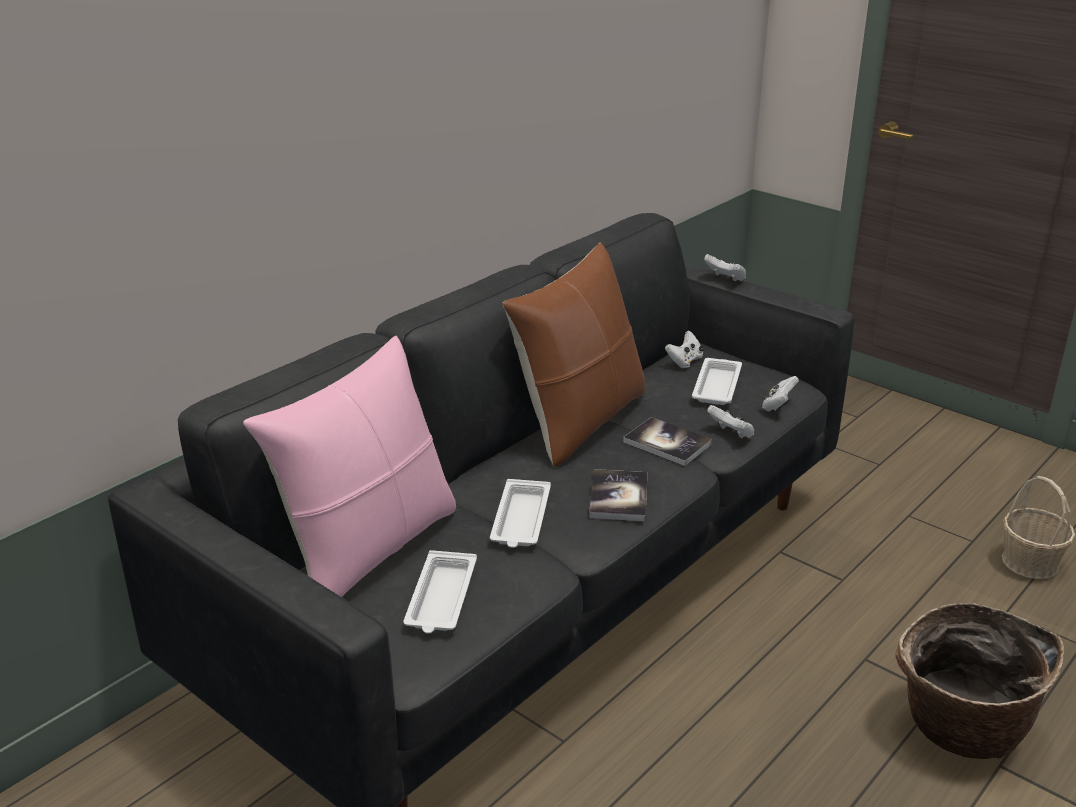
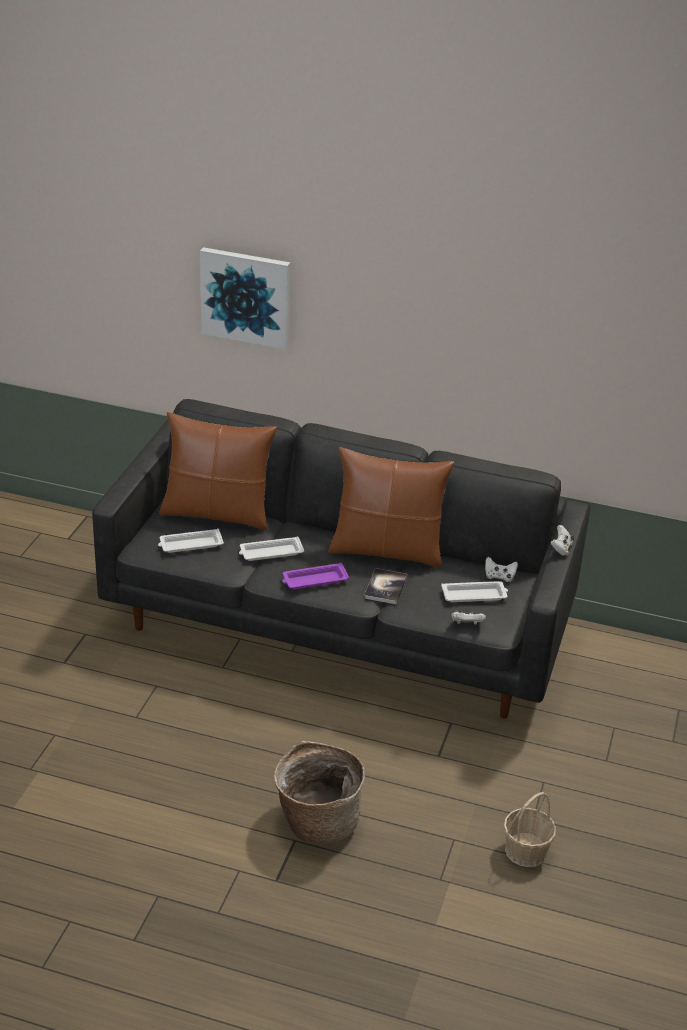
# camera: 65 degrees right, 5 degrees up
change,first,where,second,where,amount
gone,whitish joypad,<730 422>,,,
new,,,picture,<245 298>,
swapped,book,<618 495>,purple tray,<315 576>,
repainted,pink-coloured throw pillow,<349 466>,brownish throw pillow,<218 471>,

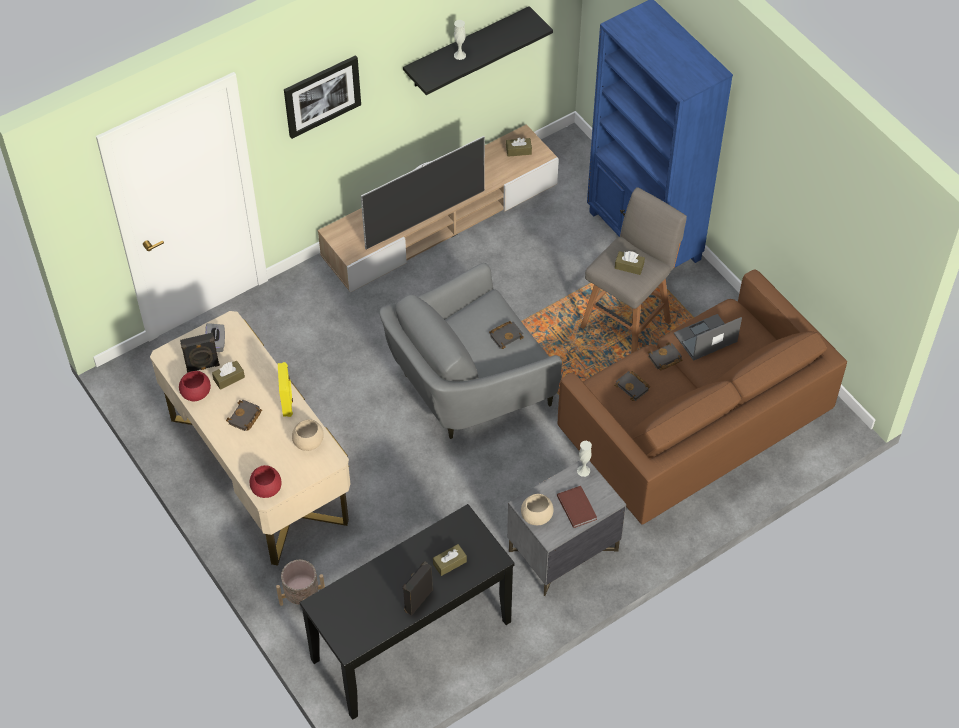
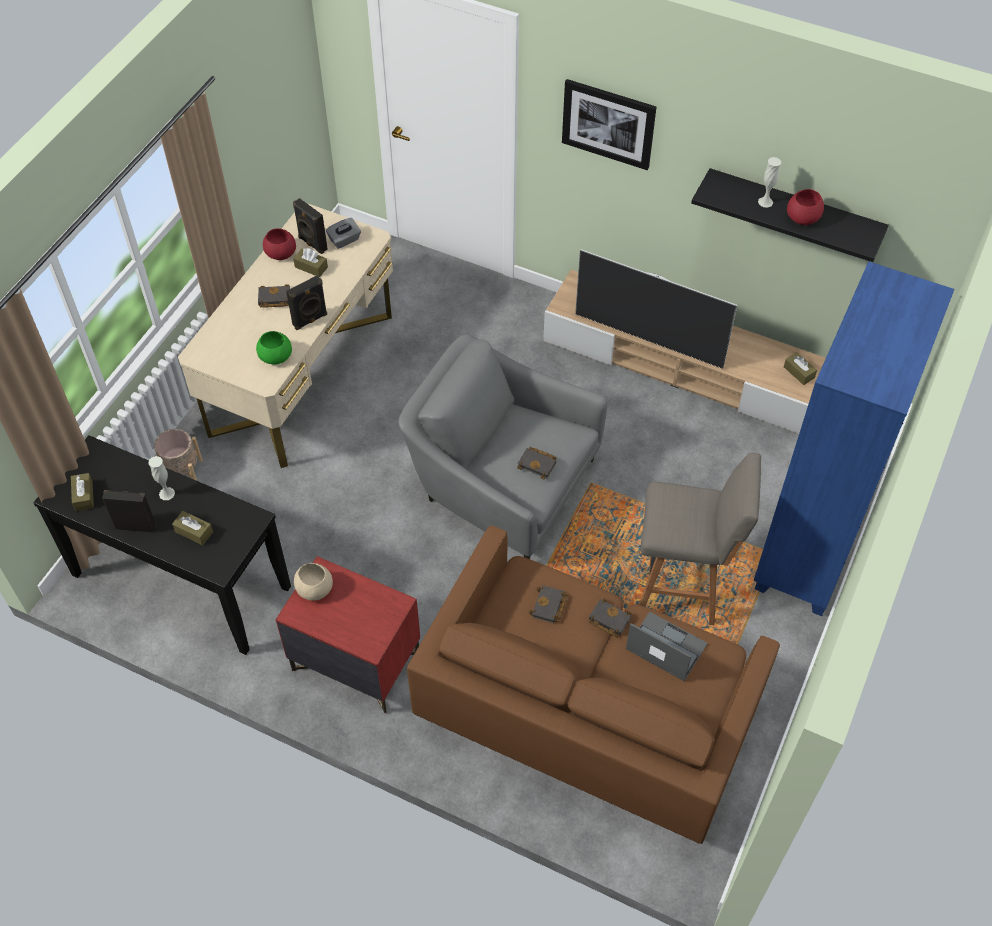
# camera: 60 degrees right, 0 degrees up
change,first,where,second,where,amount
gone,brownish book,<577 507>,,,
shifted,reddish bowl,<266 481>,,<805 207>,
shifted,whitish flower vase,<584 459>,,<161 478>,
shifted,brownish tissue box,<630 263>,,<82 492>,
repainted,yellow audio speaker,<285 389>,black-coloured audio speaker,<306 303>,
repainted,sand-coloured bowl,<308 435>,green bowl,<274 348>,
repainted,greyish night table,<566 528>,reddish night table,<347 634>,

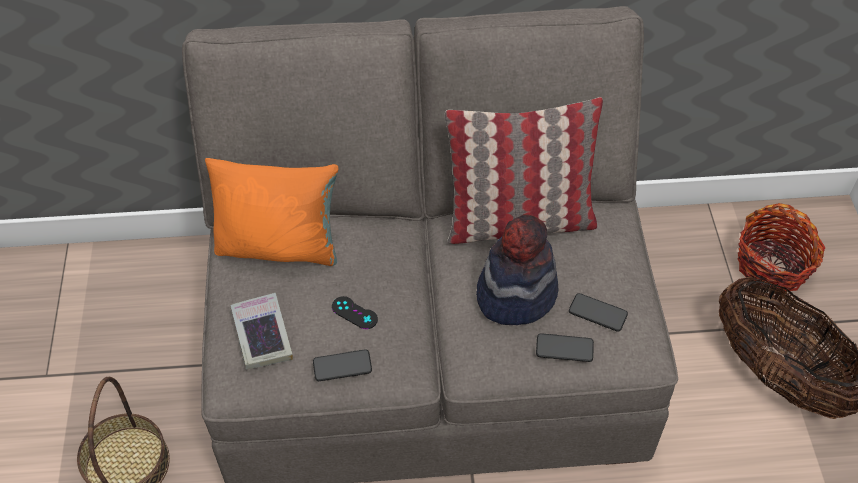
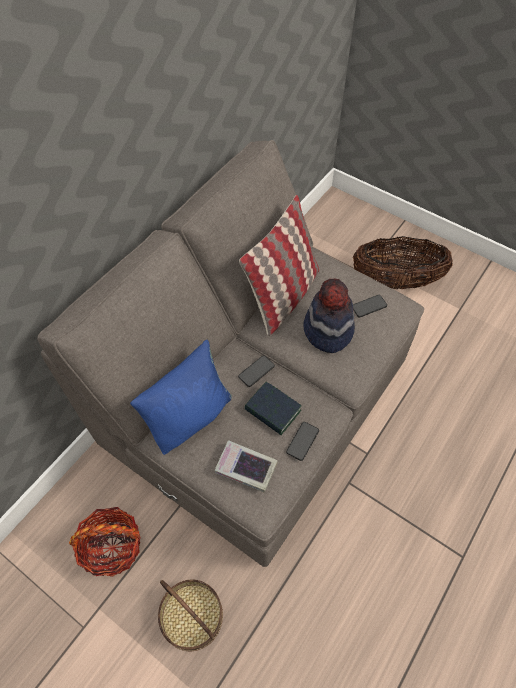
# camera: 50 degrees left, 5 degrees up
change,first,where,second,where,amount
shifted,handset,<565 347>,,<256 371>,
shifted,storage basket,<782 248>,,<105 542>,
swapped,black-coloured joypad,<355 312>,book,<273 408>,
repainted,orange throw pillow,<271 212>,blue-coloured throw pillow,<181 397>,

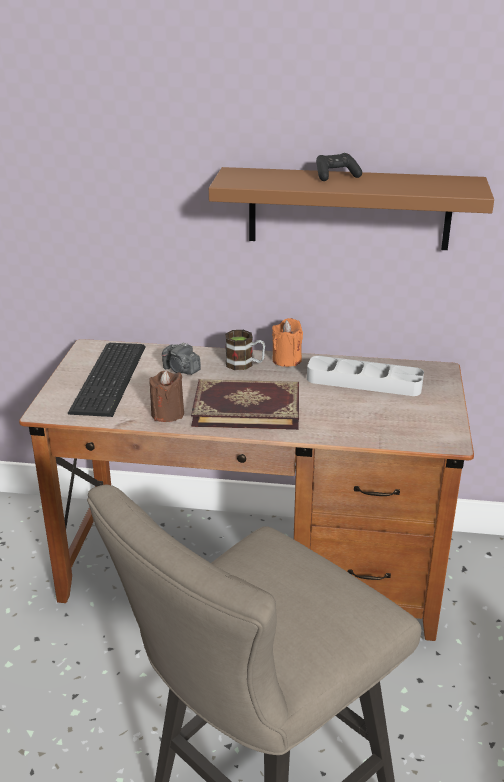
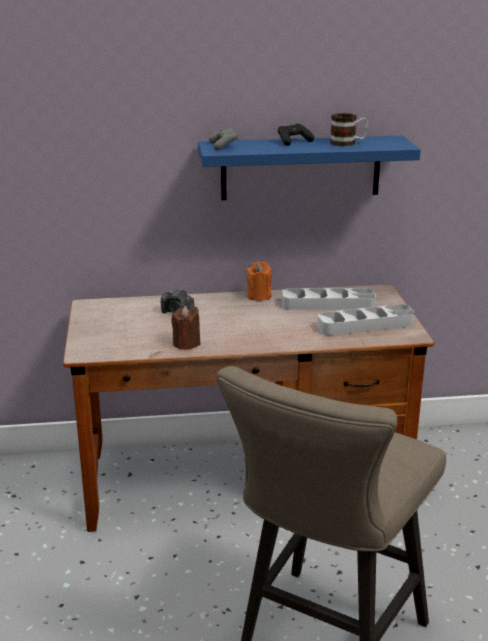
# camera: 15 degrees left, 5 degrees down
change,first,where,second,where,amount
gone,computer keyboard,<107 380>,,,
gone,book,<245 404>,,,
new,,,greyish joypad,<223 139>,
new,,,greyish tray,<366 319>,
shifted,tea mug,<245 350>,,<349 129>,
repainted,brownish wall shelf,<351 208>,blue-coloured wall shelf,<309 168>,

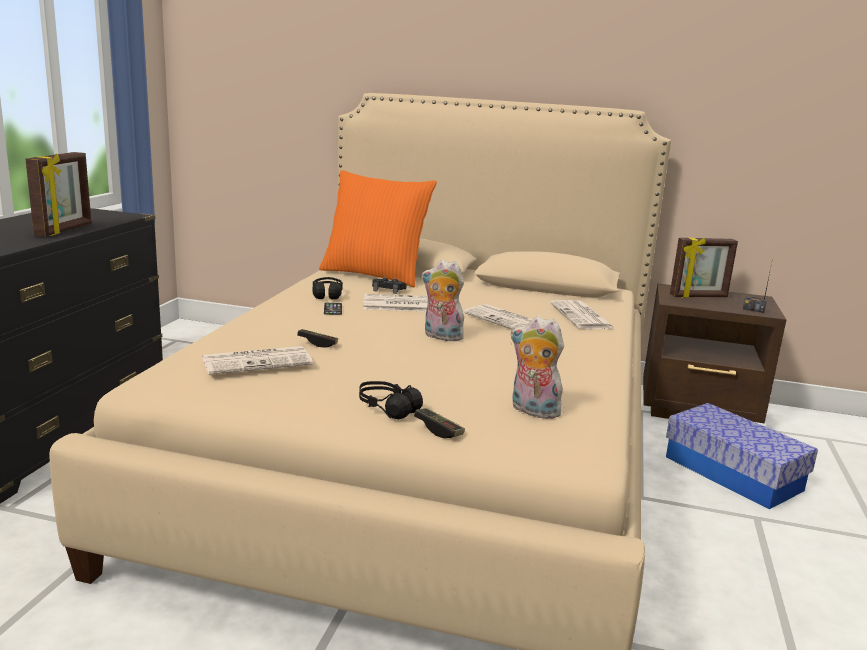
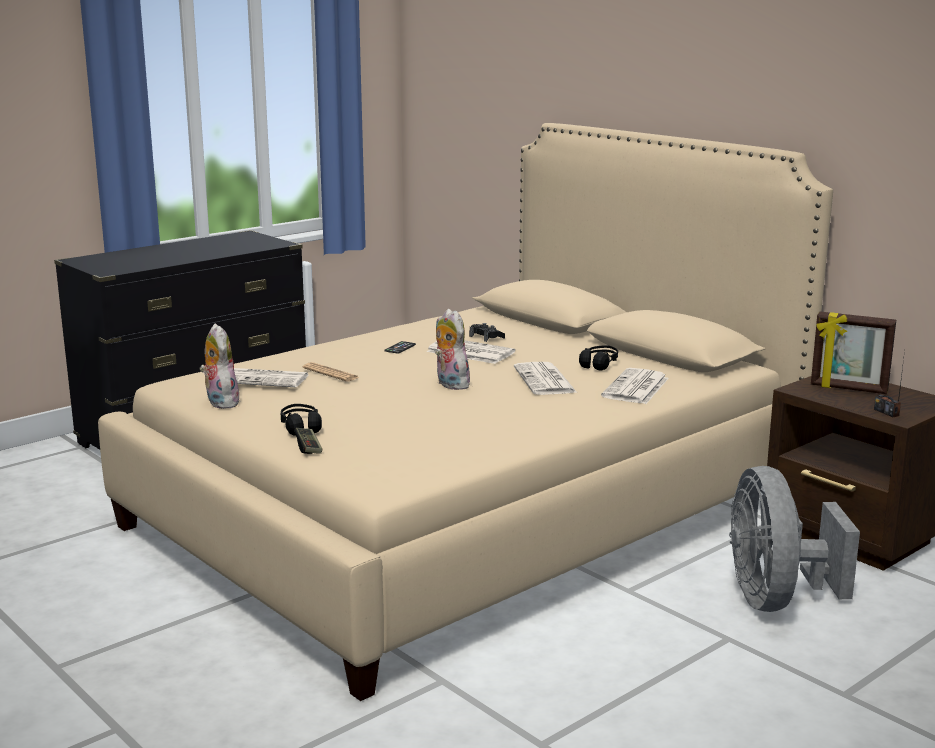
# camera: 35 degrees right, 0 degrees up
change,first,where,second,where,amount
gone,picture frame,<58 194>,,,
gone,orange throw pillow,<378 228>,,,
shifted,black-coloured headset,<327 288>,,<598 357>,
shifted,soft toy,<538 367>,,<219 366>,
swapped,joypad,<317 338>,printed paper,<331 372>,
swapped,storage bin,<742 456>,greyish cooling fan,<794 539>,

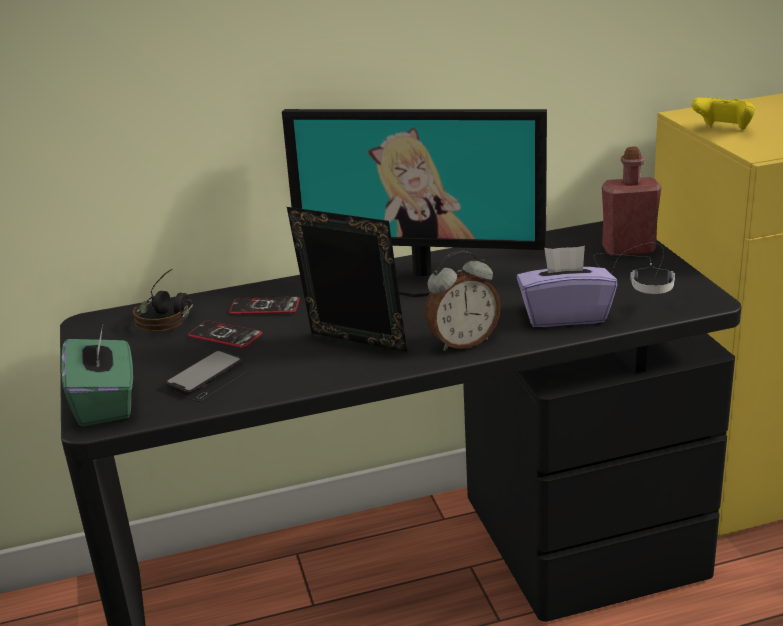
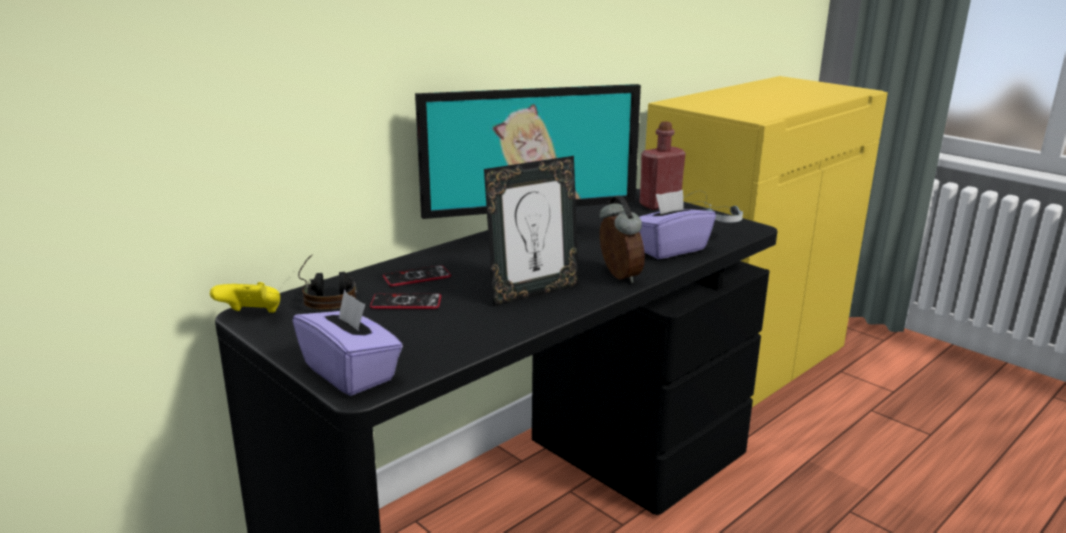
# camera: 30 degrees left, 5 degrees down
change,first,where,second,where,amount
gone,handset,<208 376>,,,
shifted,yellow joypad,<723 113>,,<245 297>,
repainted,green tissue box,<97 376>,purple tissue box,<348 343>,
rotated,picture frame,<347 279>,,<531 231>,150 degrees clockwise
rotated,table clock,<463 301>,,<622 239>,60 degrees counterclockwise

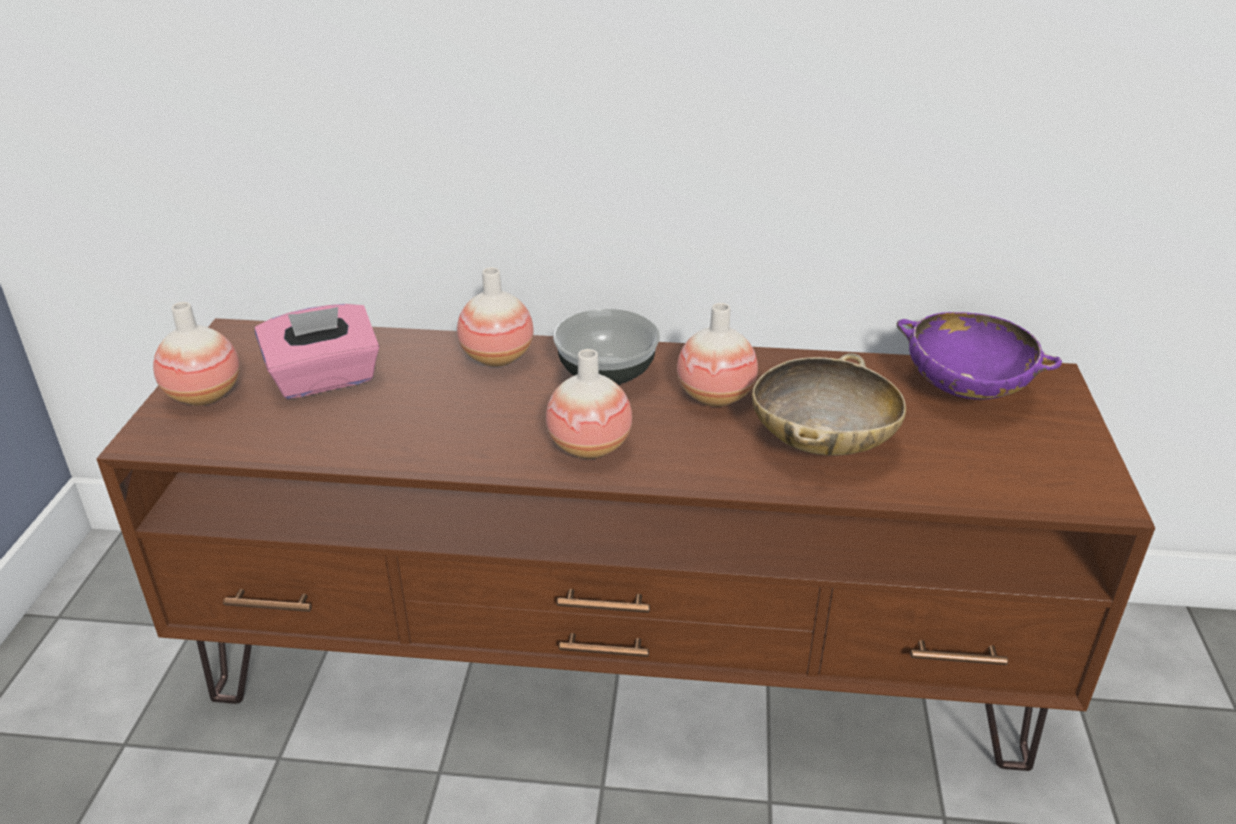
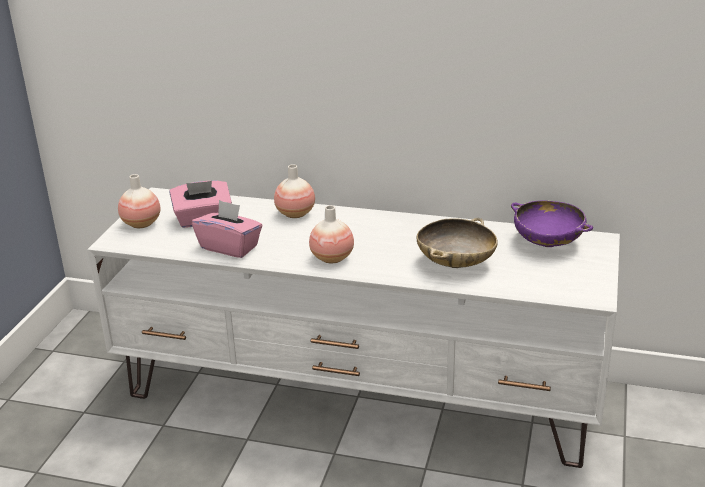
# camera: 10 degrees right, 5 degrees down
change,first,where,second,where,amount
gone,bowl,<606 347>,,,
gone,flower vase,<717 355>,,,
new,,,pink-coloured tissue box,<227 229>,
repainted,brownish media console,<625 544>,whitish media console,<353 328>,

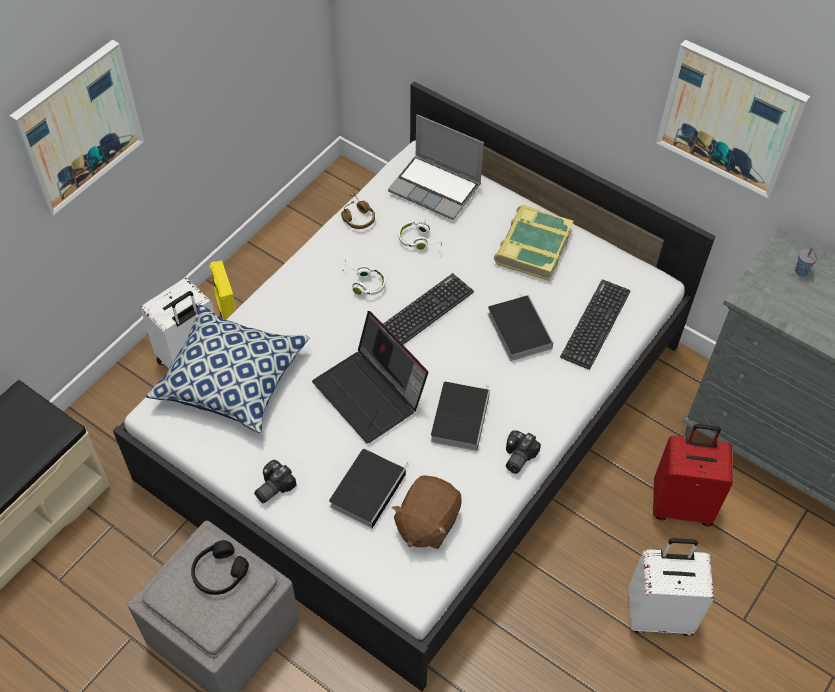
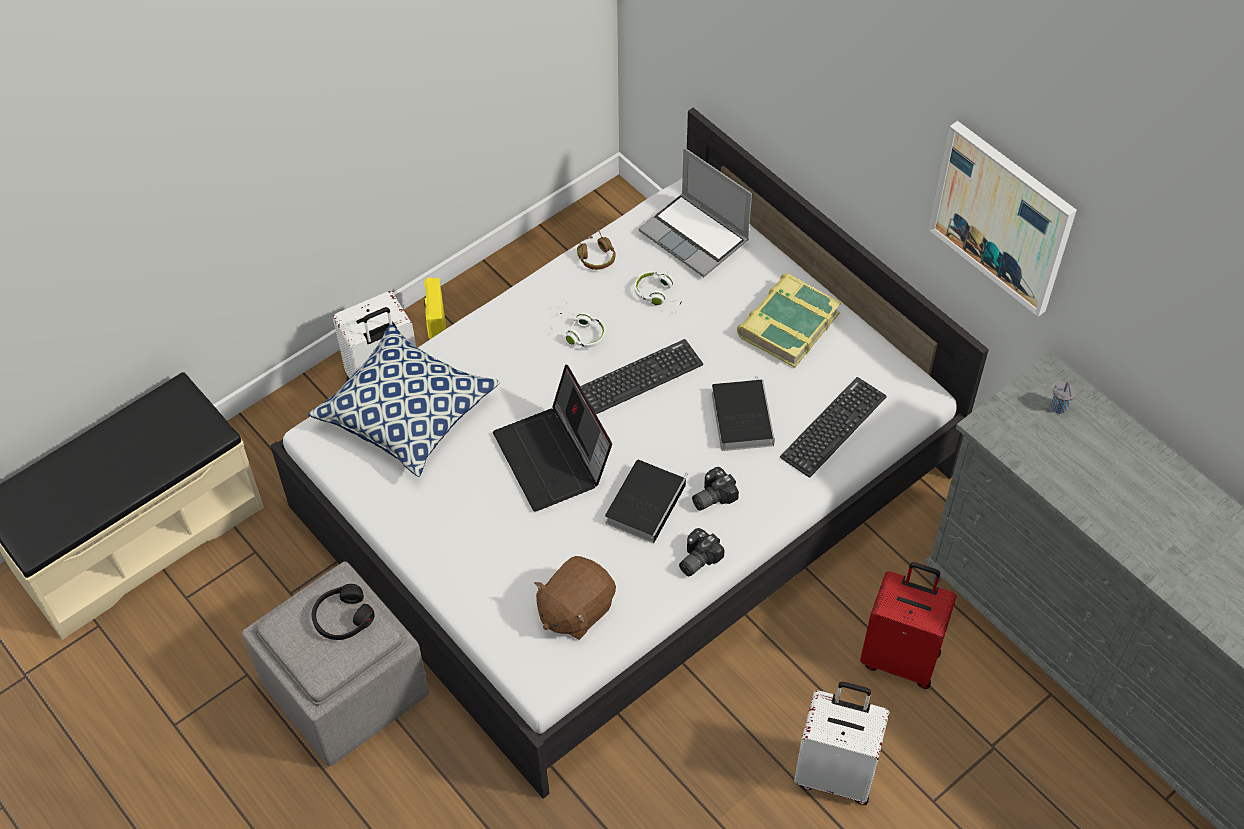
# camera: 15 degrees right, 0 degrees up
change,first,where,second,where,amount
gone,picture,<77 128>,,,
gone,book,<369 488>,,,
shifted,still camera,<275 481>,,<715 489>,

